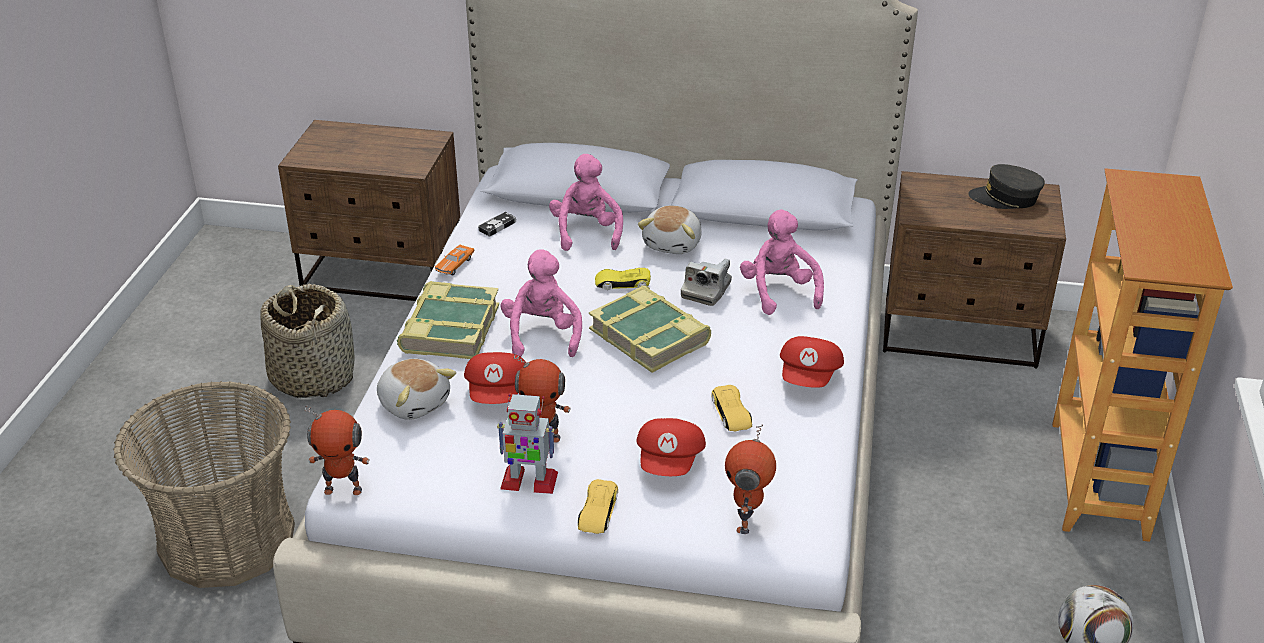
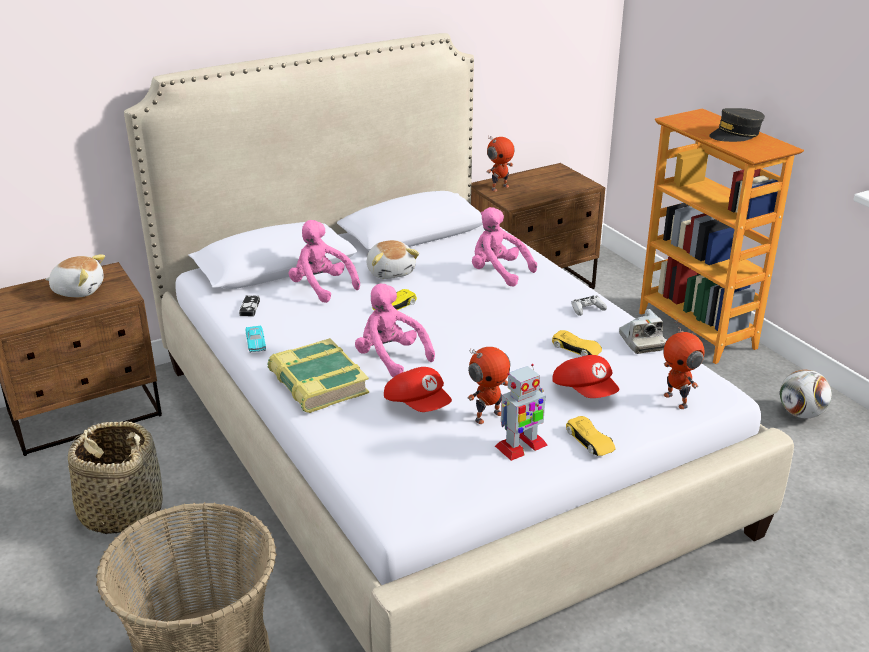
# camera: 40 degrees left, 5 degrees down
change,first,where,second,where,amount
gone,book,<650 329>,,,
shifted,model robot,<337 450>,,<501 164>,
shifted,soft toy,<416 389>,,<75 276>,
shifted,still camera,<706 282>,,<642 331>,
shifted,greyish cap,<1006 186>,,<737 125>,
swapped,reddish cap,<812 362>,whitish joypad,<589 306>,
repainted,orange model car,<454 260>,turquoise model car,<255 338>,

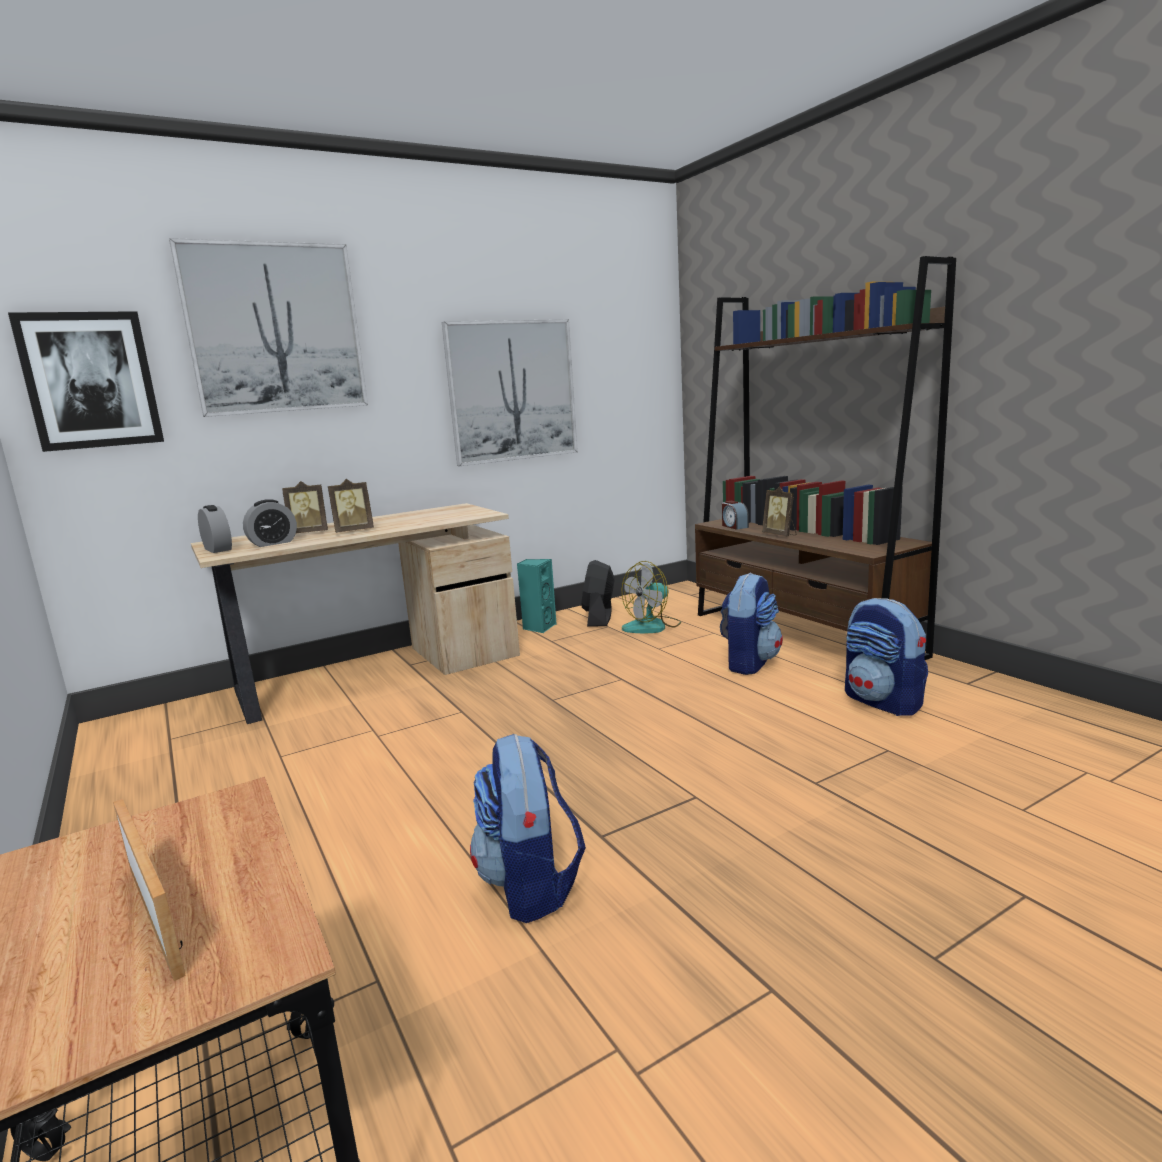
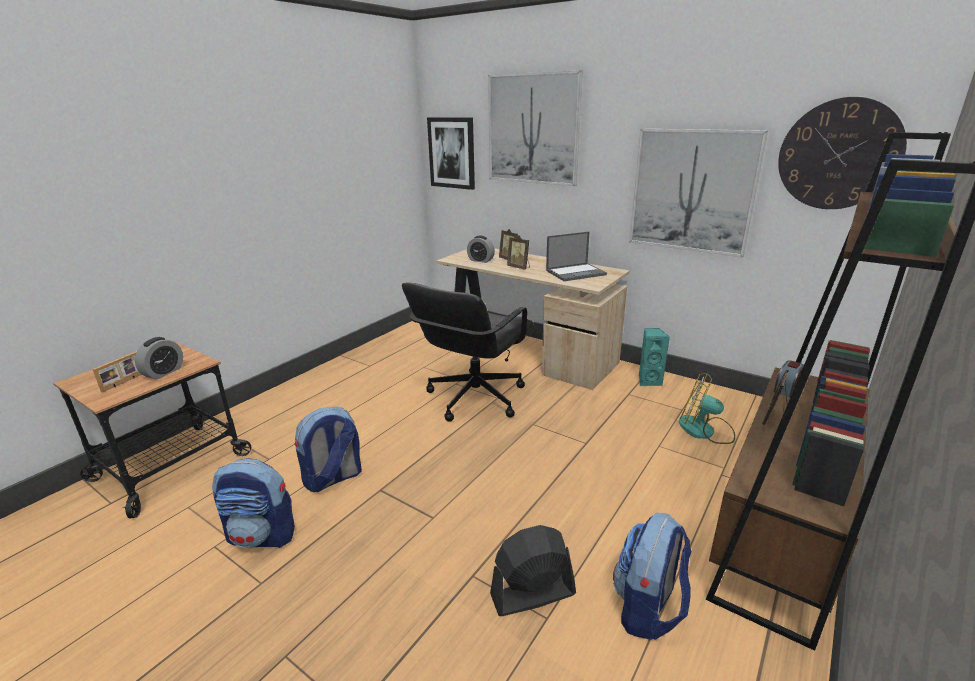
# camera: 65 degrees right, 10 degrees up
change,first,where,second,where,amount
new,,,black-coloured office chair,<467 352>,
new,,,notebook computer,<576 256>,
new,,,clock on the wall,<842 153>,
shifted,table clock,<215 529>,,<159 358>,
shifted,black-coloured cooling fan,<598 593>,,<533 570>,
shifted,knapsack,<751 623>,,<253 503>,

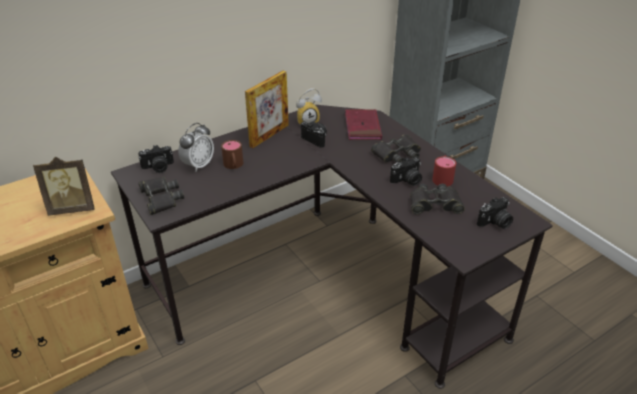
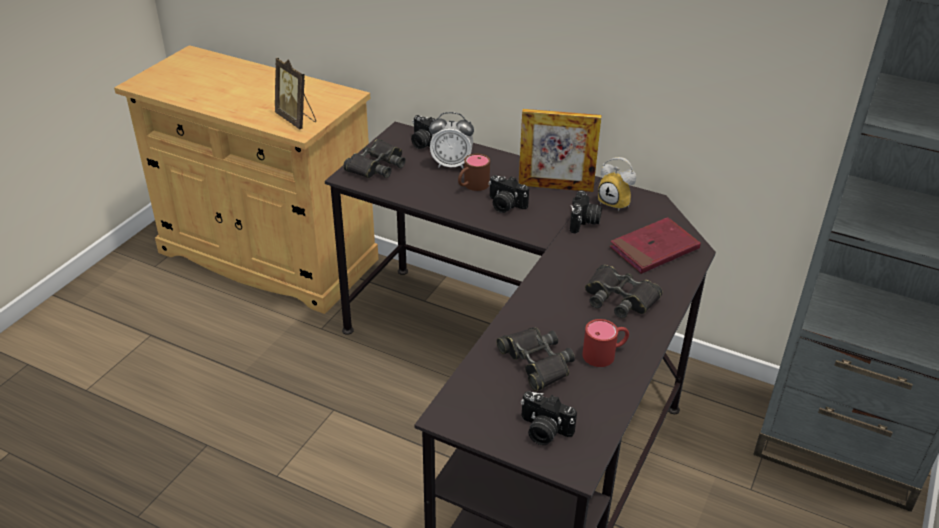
# camera: 60 degrees right, 0 degrees up
change,first,where,second,where,amount
shifted,still camera,<406 171>,,<509 194>,

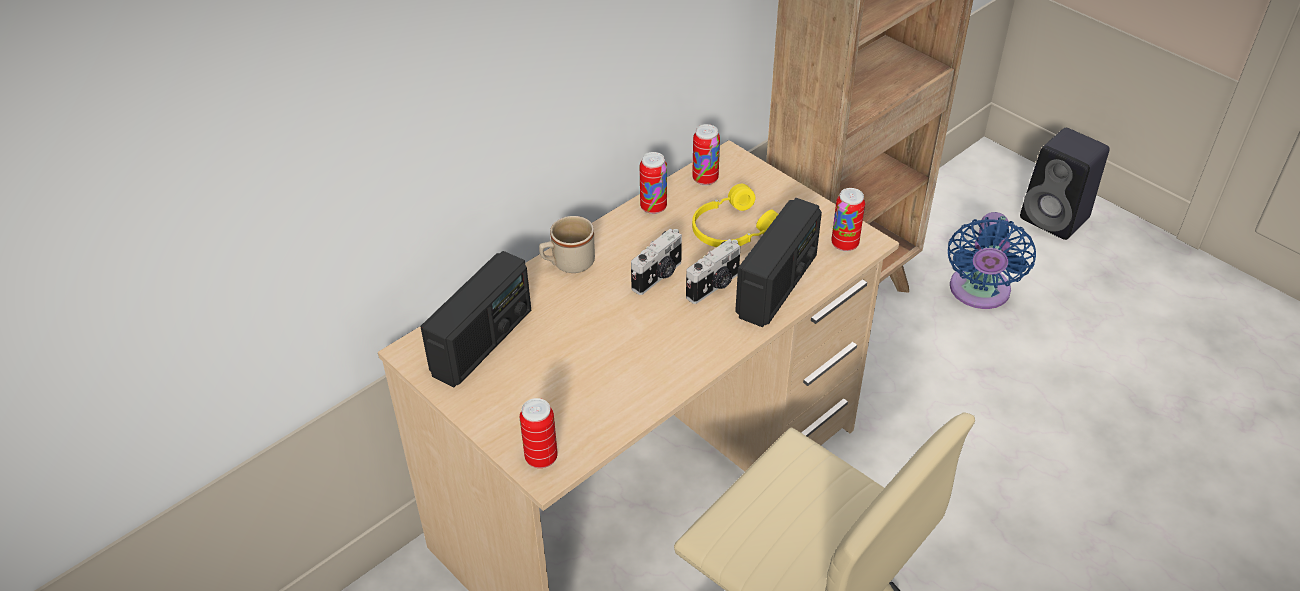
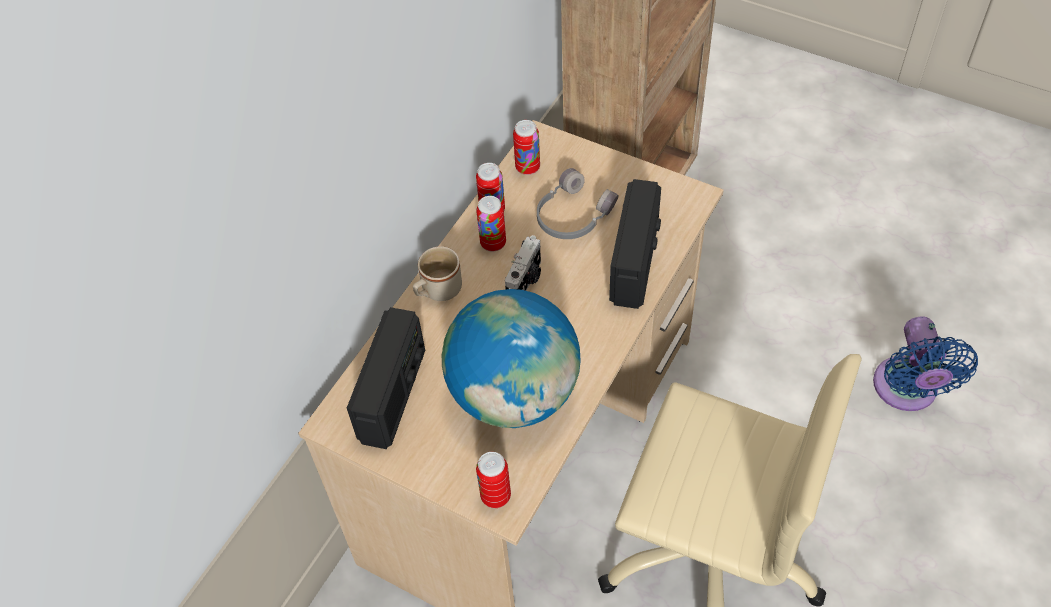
# camera: 15 degrees left, 10 degrees up
change,first,where,second,where,amount
gone,still camera,<713 271>,,,
gone,black-coloured audio speaker,<1065 184>,,,
new,,,globe,<511 358>,
shifted,metal can,<848 219>,,<491 224>,
shifted,blue-coloured cooling fan,<992 260>,,<925 363>,
repainted,yellow headset,<735 215>,greyish headset,<578 203>,

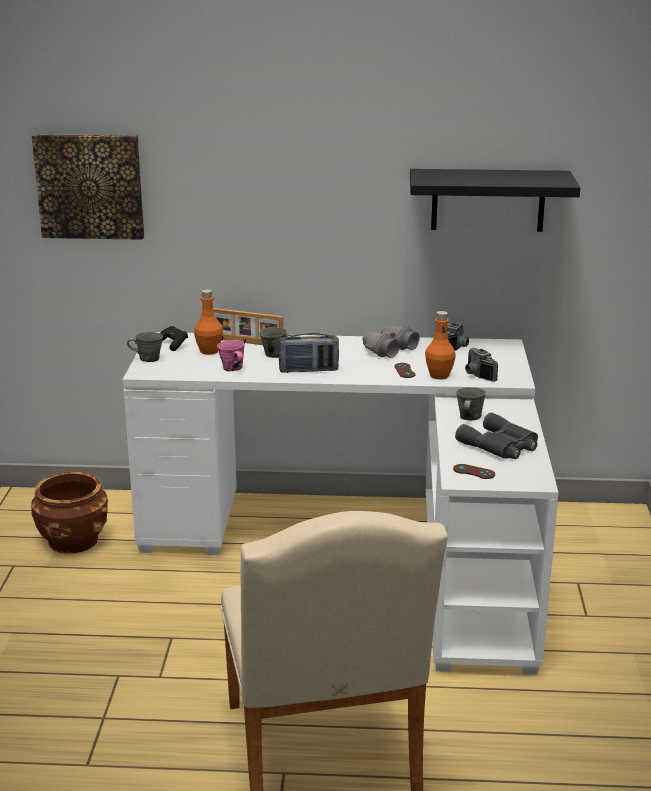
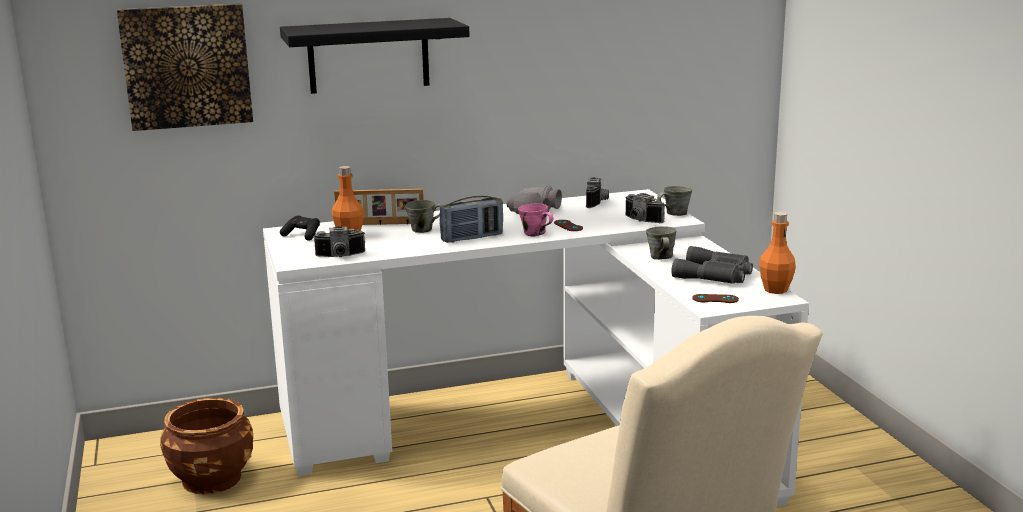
# camera: 20 degrees left, 5 degrees down
change,first,where,second,where,amount
new,,,still camera,<339 241>,
shifted,greyish tea mug,<145 347>,,<674 201>,
shifted,pink-coloured tea mug,<231 355>,,<536 220>,
shifted,black-coloured wall shelf,<495 200>,,<375 56>,
shifted,orange bottle,<440 345>,,<777 253>,

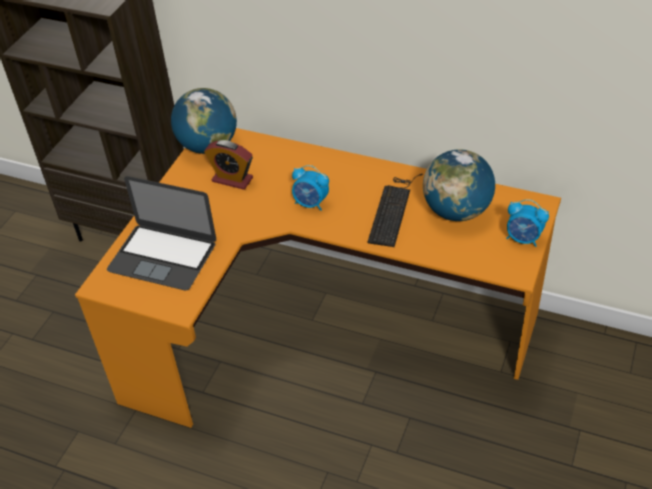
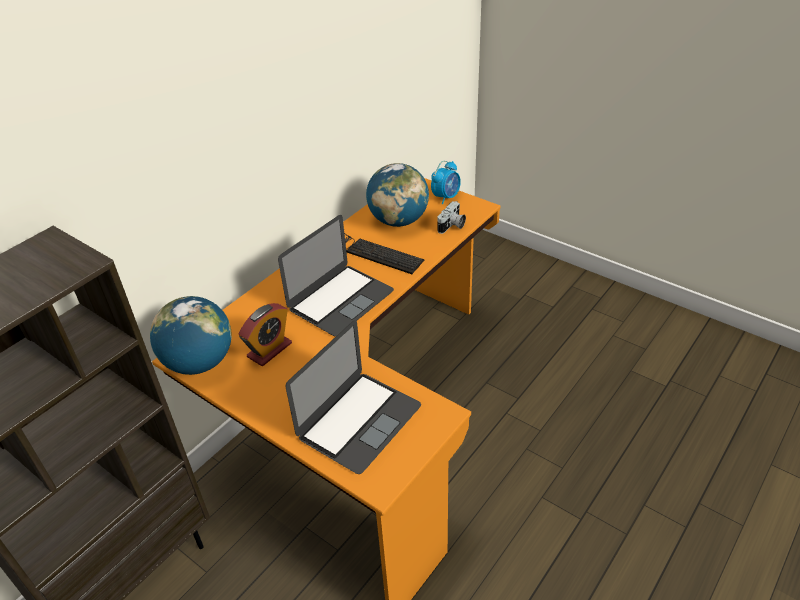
# camera: 75 degrees left, 5 degrees down
change,first,where,second,where,amount
new,,,still camera,<451 217>,
swapped,table clock,<310 188>,notebook computer,<336 275>,

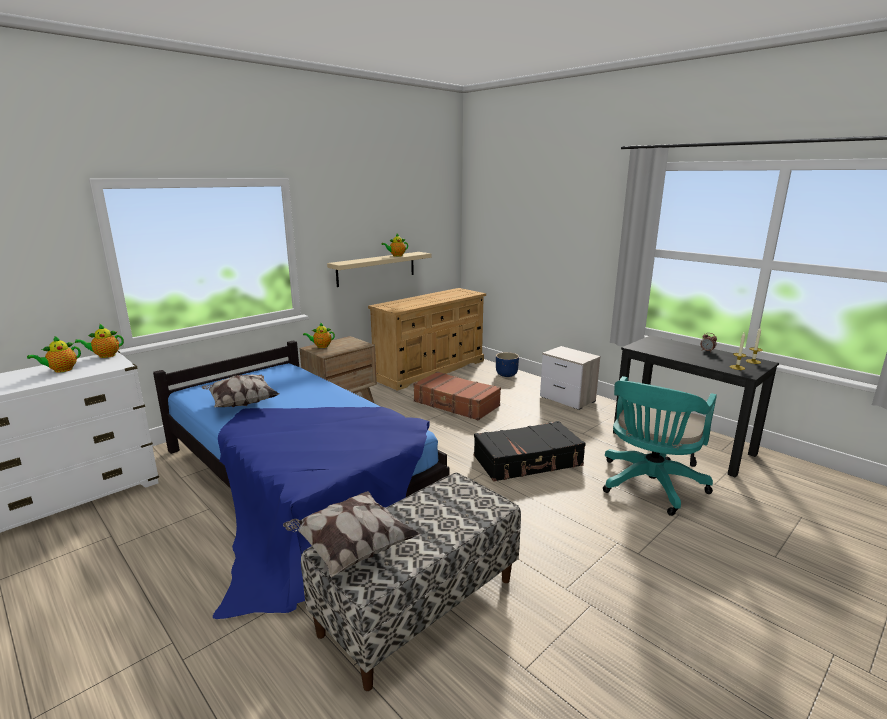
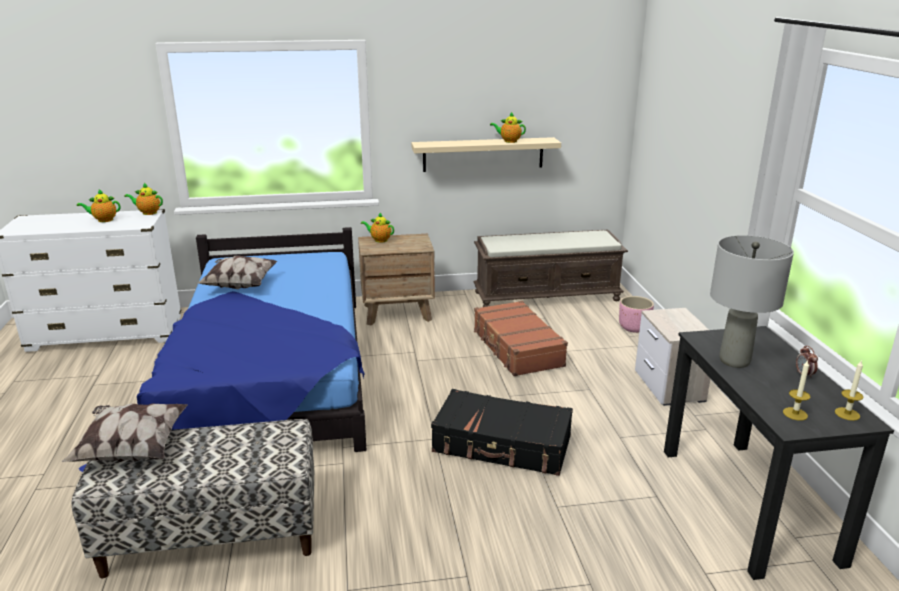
# camera: 35 degrees right, 5 degrees up
change,first,where,second,where,amount
gone,turquoise office chair,<660 446>,,,
new,,,greyish table lamp,<752 301>,
swapped,sand-coloured chest of drawers,<427 339>,brownish bench,<550 268>,
repainted,blue-coloured planter,<507 364>,pink-coloured planter,<636 314>,

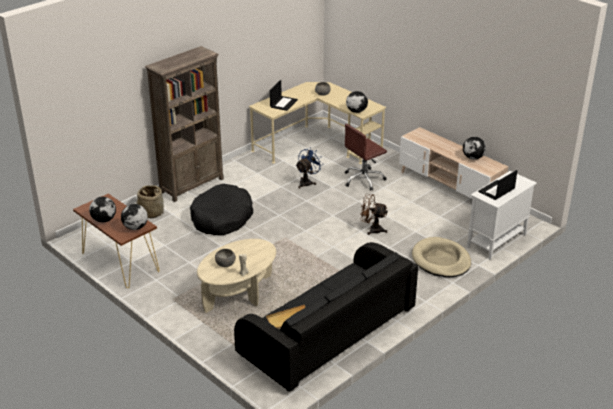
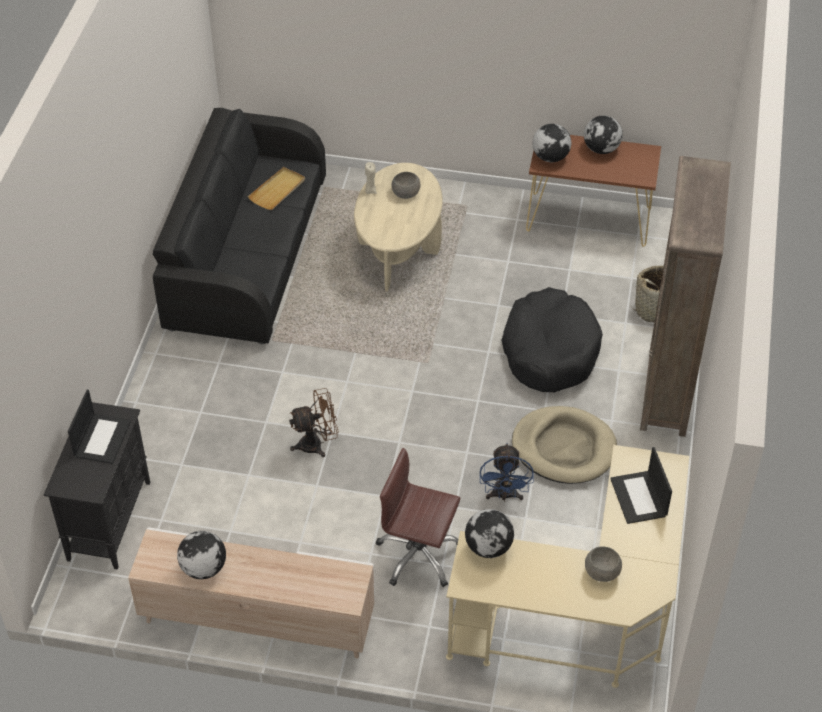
# camera: 145 degrees right, 15 degrees up
change,first,where,second,where,amount
shifted,sand-coloured pet bed,<441 257>,,<564 445>,
repainted,whitish cabinet,<502 215>,black-coloured cabinet,<97 485>,
rotated,brownish office chair,<366 157>,,<418 517>,90 degrees counterclockwise

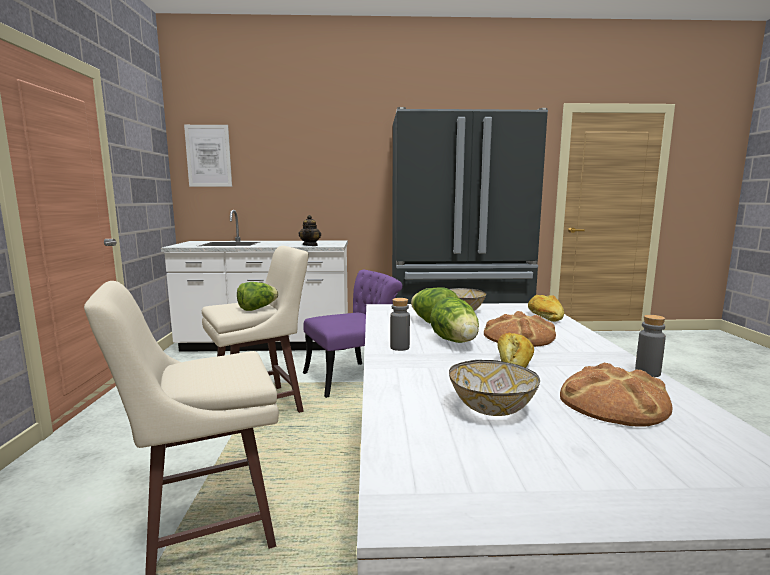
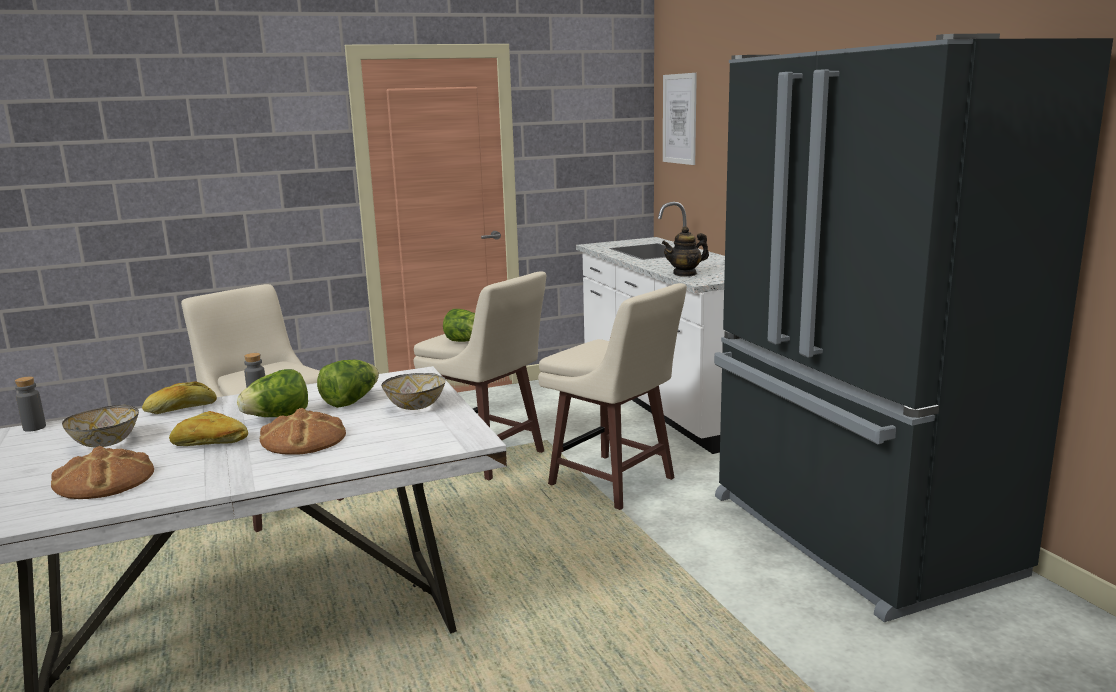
# camera: 70 degrees right, 5 degrees up
change,first,where,second,where,amount
shifted,bakery bread,<546 308>,,<179 397>,
shifted,greyish bottle,<650 346>,,<30 404>,
swapped,purple plain chair,<353 334>,sand-coloured stool,<612 396>,

